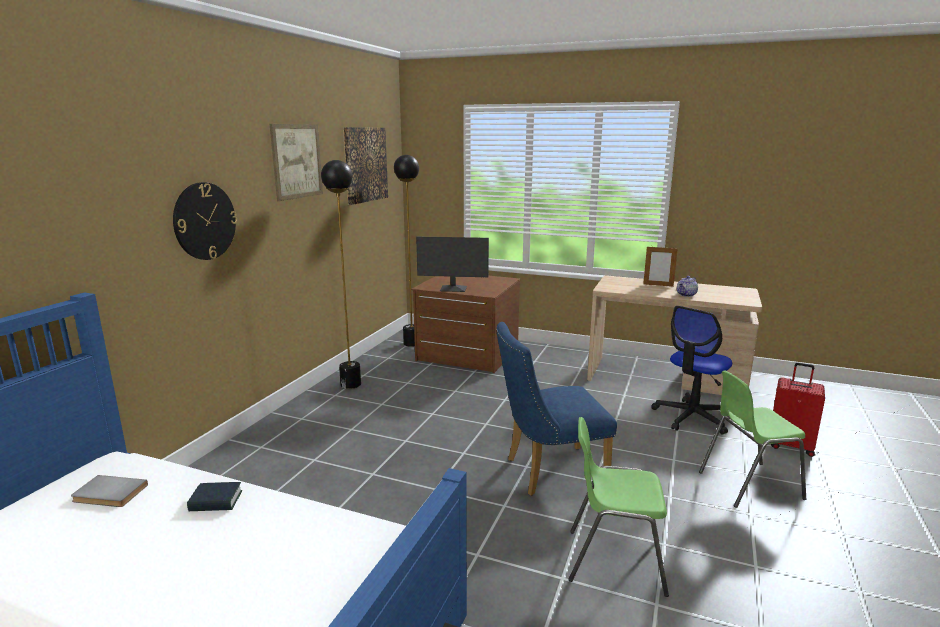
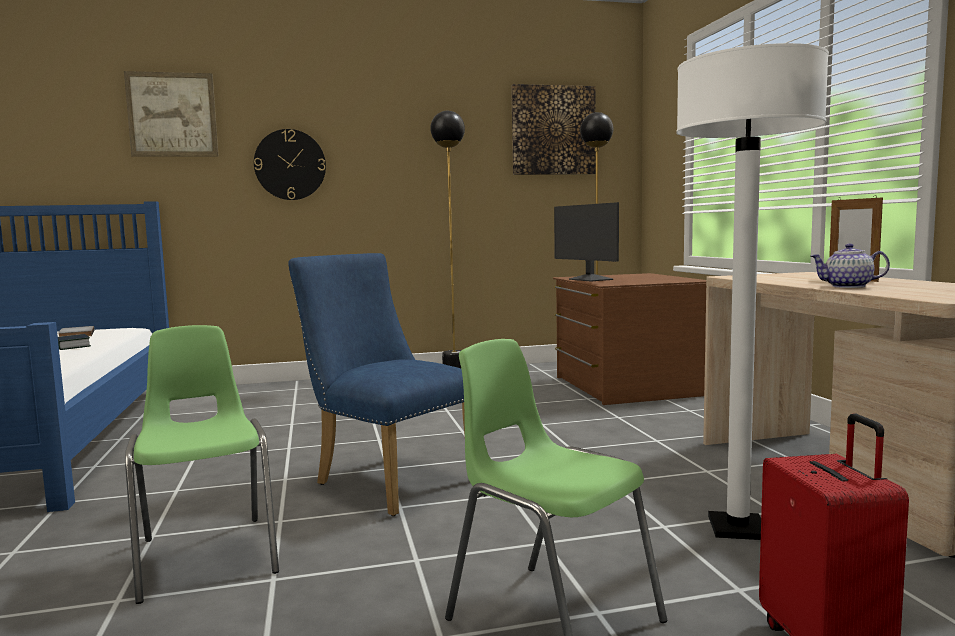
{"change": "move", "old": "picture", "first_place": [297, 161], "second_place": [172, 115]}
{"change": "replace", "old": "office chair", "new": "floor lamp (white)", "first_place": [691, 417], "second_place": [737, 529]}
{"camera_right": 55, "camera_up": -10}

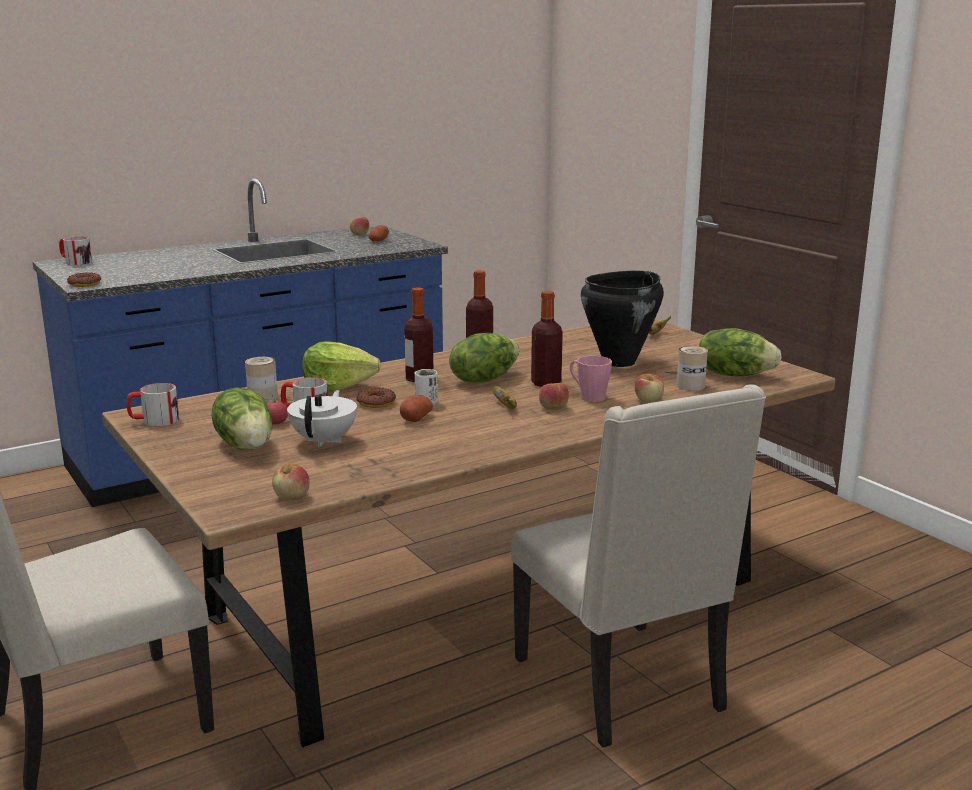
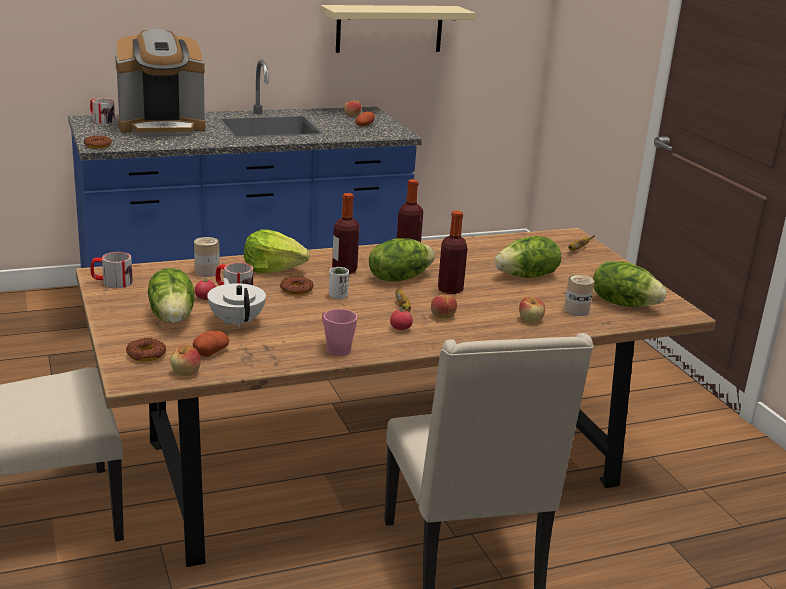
{"change": "insert", "new": "coffee machine", "second_place": [162, 127]}
{"change": "insert", "new": "donut", "second_place": [146, 354]}
{"change": "insert", "new": "shelf (beige)", "second_place": [389, 28]}
{"change": "insert", "new": "tomato", "second_place": [400, 328]}
{"change": "move", "old": "potato", "first_place": [416, 418], "second_place": [211, 352]}
{"change": "move", "old": "mug (pink)", "first_place": [588, 396], "second_place": [335, 348]}
{"change": "replace", "old": "cooking pot (black)", "new": "lettuce", "first_place": [620, 362], "second_place": [527, 276]}
{"change": "rotate", "old": "teapot (white)", "first_place": [325, 441], "second_place": [237, 322], "degrees": -45}
{"camera_right": 10, "camera_up": 5}

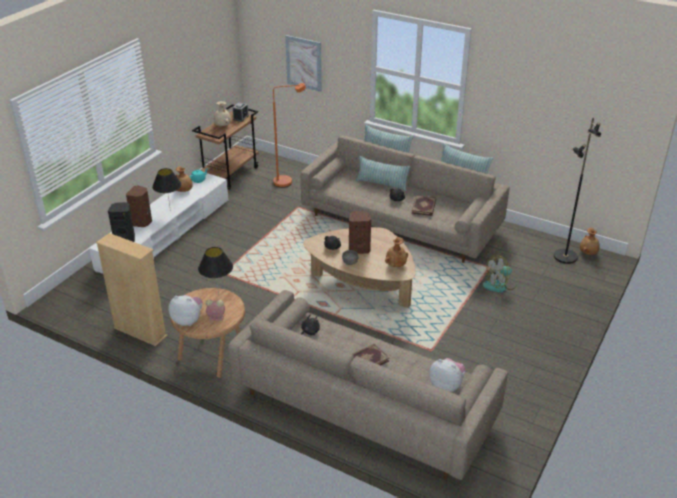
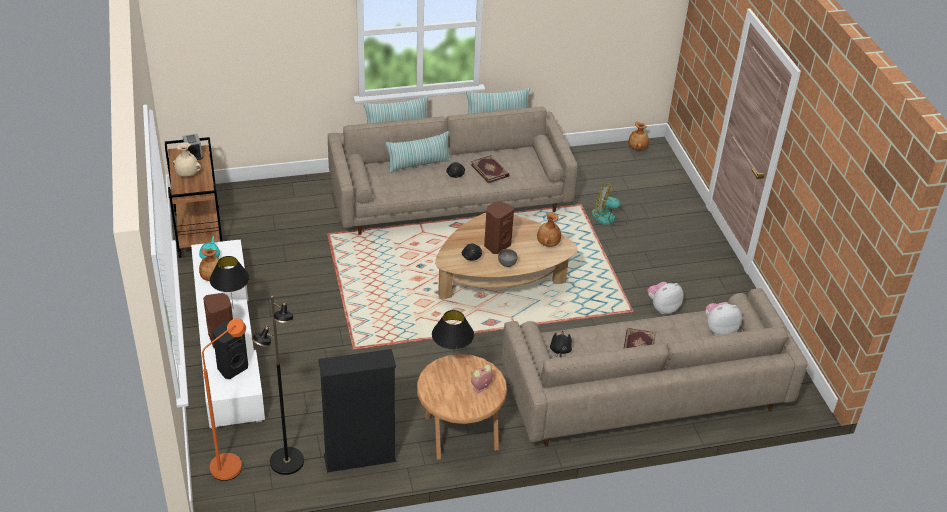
{"change": "delete", "old": "picture", "first_place": [304, 63]}
{"change": "move", "old": "plush toy", "first_place": [188, 320], "second_place": [662, 308]}
{"change": "move", "old": "floor lamp (orange)", "first_place": [288, 182], "second_place": [232, 462]}
{"change": "move", "old": "floor lamp (black)", "first_place": [564, 257], "second_place": [286, 462]}
{"change": "recolor", "old": "bookcase (beige)", "new": "bookcase (black)", "first_place": [140, 332], "second_place": [360, 458]}
{"change": "rotate", "old": "fan", "first_place": [500, 285], "second_place": [609, 218], "degrees": 75}
{"camera_right": -45, "camera_up": 5}

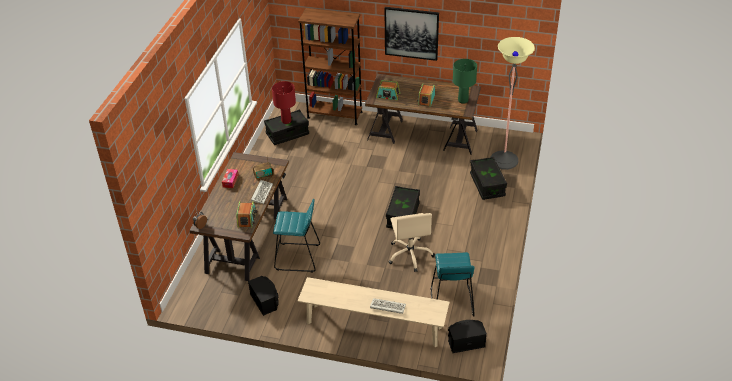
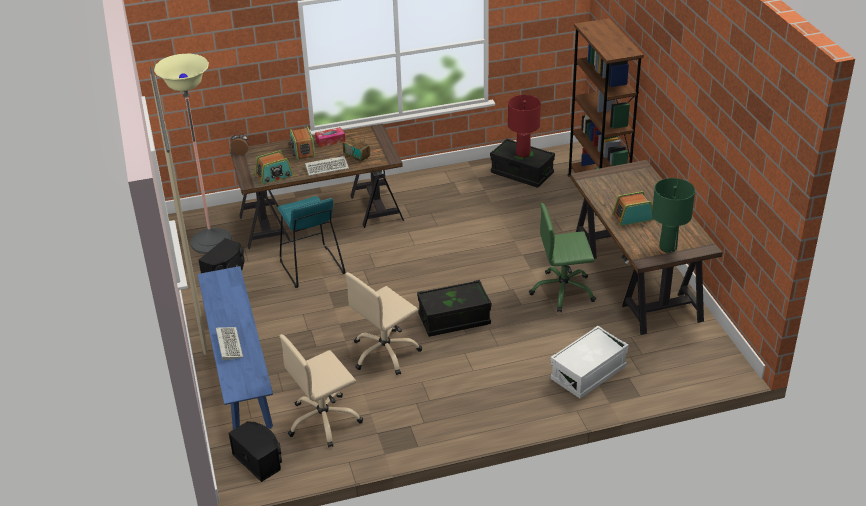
{"change": "delete", "old": "picture", "first_place": [411, 33]}
{"change": "insert", "new": "office chair (green)", "second_place": [563, 291]}
{"change": "move", "old": "radio", "first_place": [388, 95], "second_place": [302, 151]}
{"change": "move", "old": "floor lamp", "first_place": [504, 160], "second_place": [211, 242]}
{"change": "replace", "old": "stool (turquoise)", "new": "office chair (beige)", "first_place": [451, 302], "second_place": [324, 421]}
{"change": "recolor", "old": "bench (beige)", "new": "bench (blue)", "first_place": [373, 325], "second_place": [239, 368]}
{"change": "recolor", "old": "storage box (black)", "new": "storage box (white)", "first_place": [487, 185], "second_place": [588, 373]}
{"camera_right": 60, "camera_up": -5}

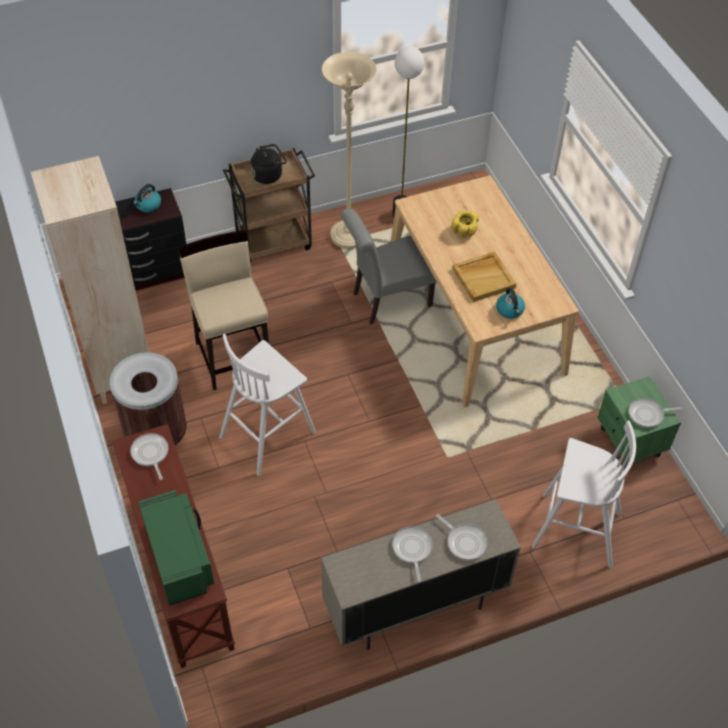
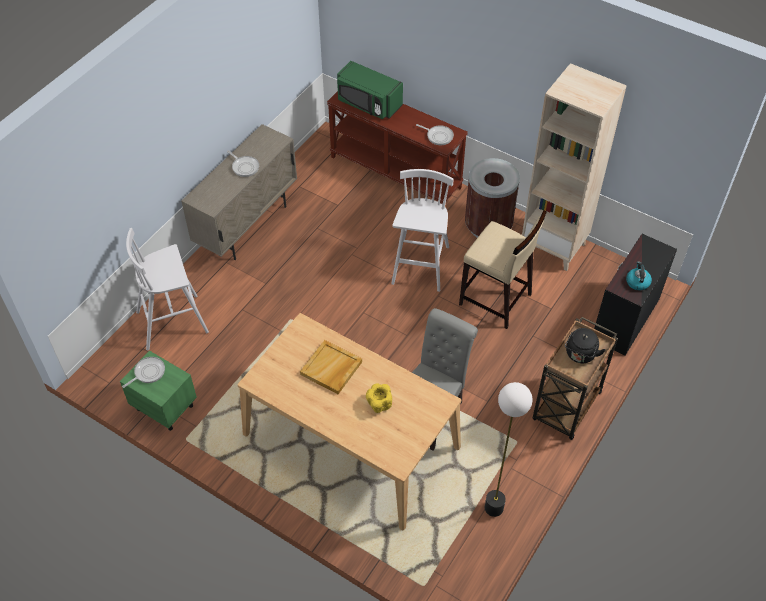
{"change": "delete", "old": "floor lamp (beige)", "first_place": [348, 236]}
{"change": "delete", "old": "frying pan", "first_place": [464, 541]}
{"change": "delete", "old": "kettle", "first_place": [510, 310]}
{"camera_right": 145, "camera_up": 0}

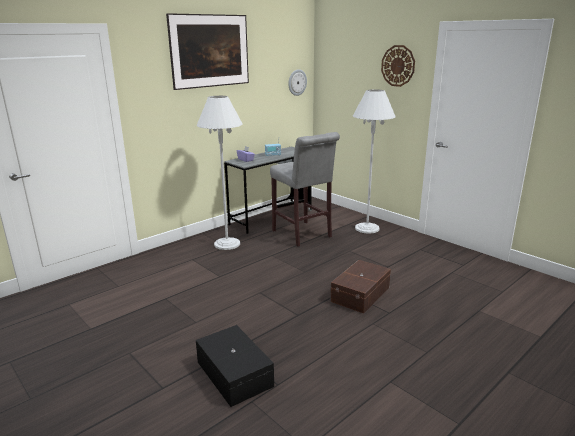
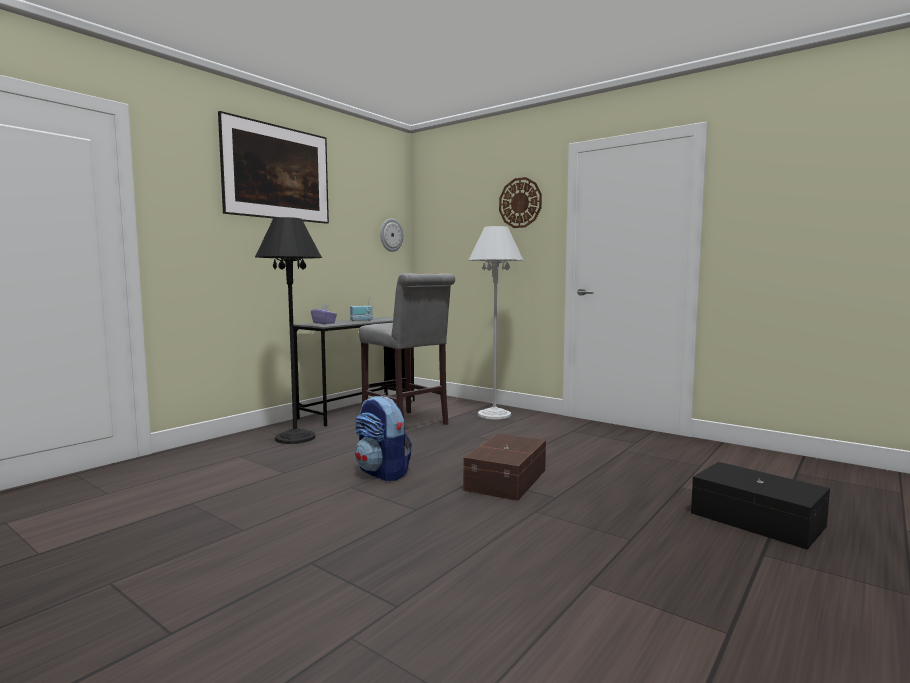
{"change": "insert", "new": "backpack", "second_place": [383, 473]}
{"change": "move", "old": "storage box (black)", "first_place": [235, 373], "second_place": [756, 519]}
{"change": "recolor", "old": "floor lamp (white)", "new": "floor lamp (black)", "first_place": [227, 244], "second_place": [295, 438]}
{"camera_right": -10, "camera_up": -15}

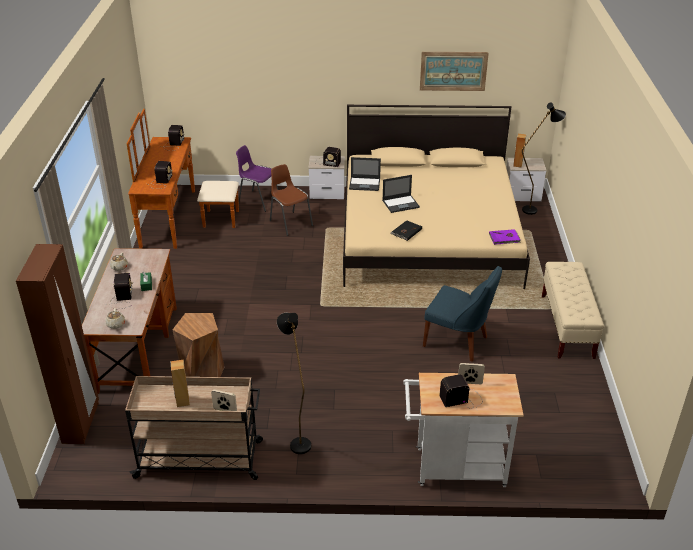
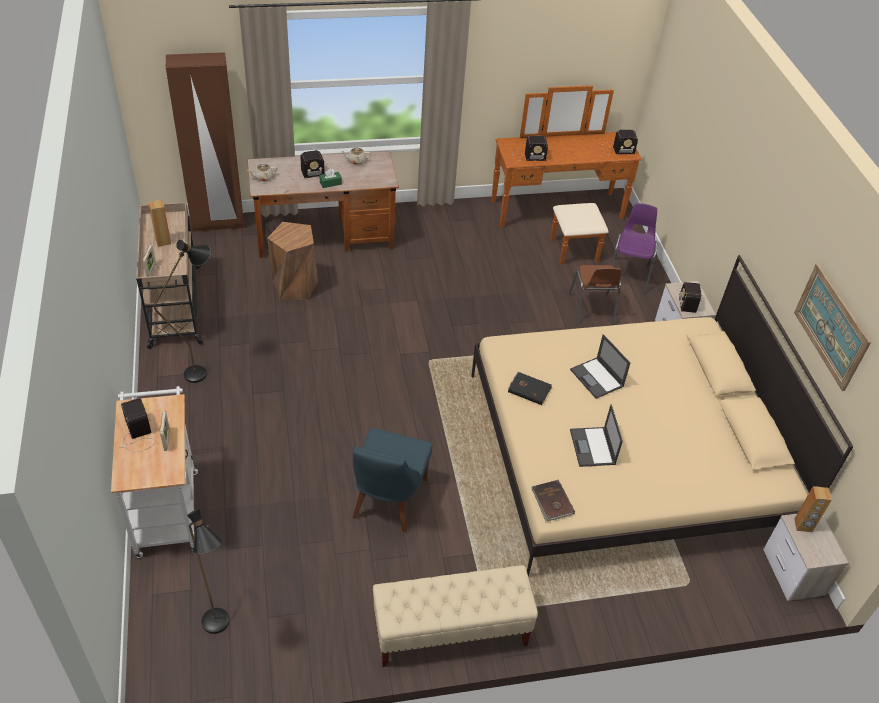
{"change": "move", "old": "laptop", "first_place": [365, 184], "second_place": [593, 447]}
{"change": "move", "old": "floor lamp (black)", "first_place": [534, 209], "second_place": [220, 629]}
{"change": "recolor", "old": "book (purple)", "new": "book (brown)", "first_place": [504, 238], "second_place": [552, 502]}
{"change": "rotate", "old": "chair (brown)", "first_place": [290, 223], "second_place": [591, 310], "degrees": 135}
{"camera_right": 75, "camera_up": 10}

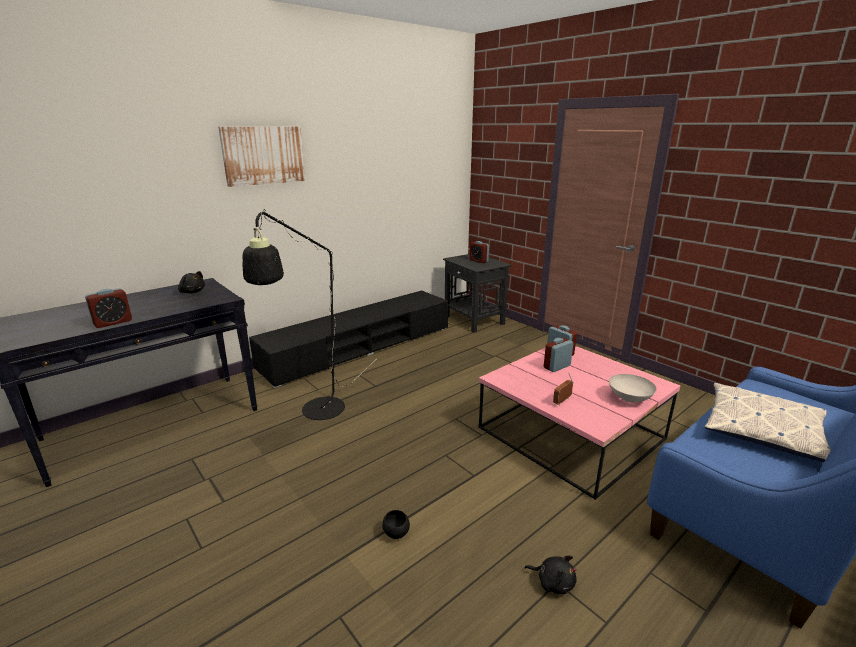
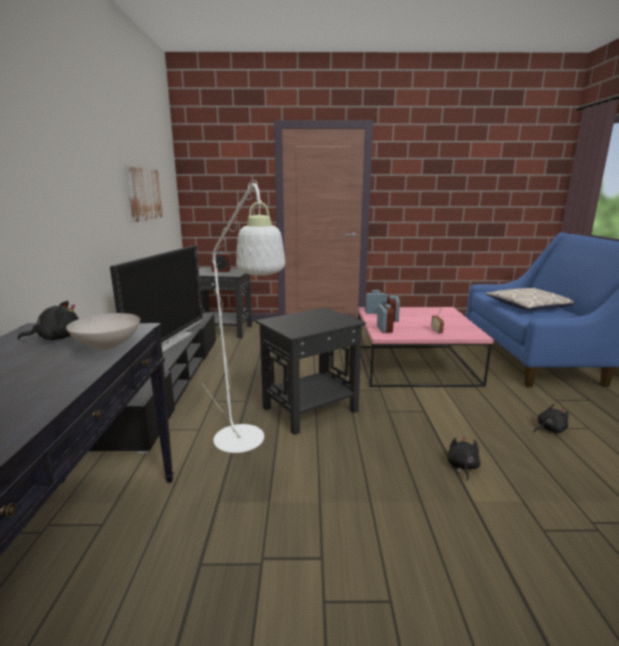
{"change": "insert", "new": "television", "second_place": [166, 344]}
{"change": "insert", "new": "side table (black)", "second_place": [309, 410]}
{"change": "move", "old": "alarm clock", "first_place": [113, 322], "second_place": [384, 329]}
{"change": "move", "old": "picture", "first_place": [263, 155], "second_place": [144, 194]}
{"change": "move", "old": "bowl (white)", "first_place": [630, 398], "second_place": [108, 345]}
{"change": "replace", "old": "bowl (black)", "new": "plush toy (black)", "first_place": [396, 533], "second_place": [462, 467]}
{"change": "recolor", "old": "floor lamp (black)", "new": "floor lamp (white)", "first_place": [317, 414], "second_place": [244, 445]}
{"camera_right": -50, "camera_up": -5}

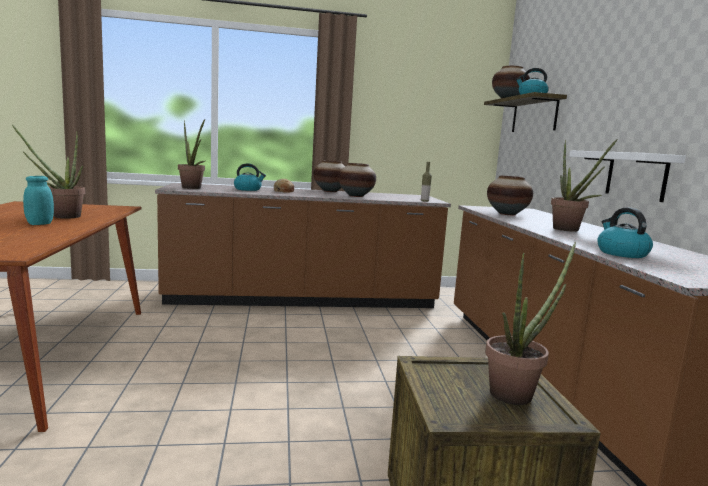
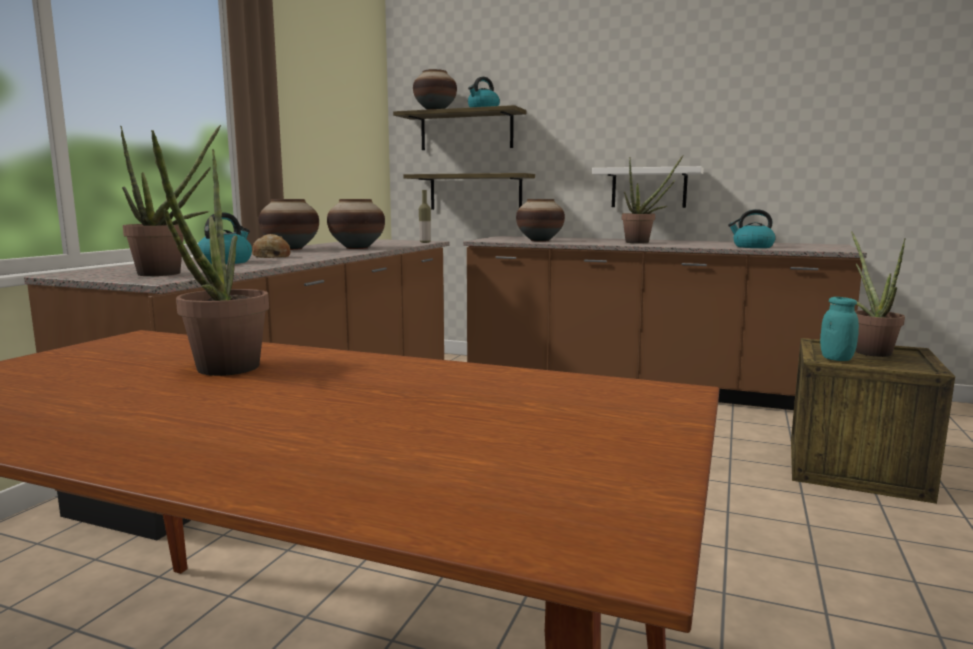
{"change": "insert", "new": "shelf", "second_place": [475, 192]}
{"change": "move", "old": "jar (turquoise)", "first_place": [40, 224], "second_place": [836, 359]}
{"camera_right": -60, "camera_up": 0}

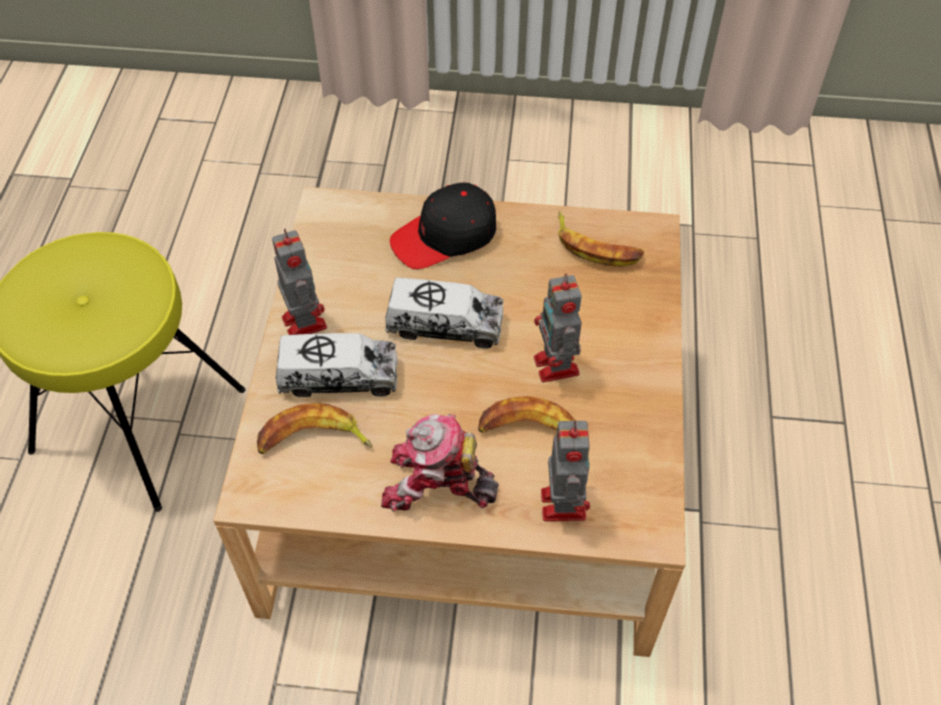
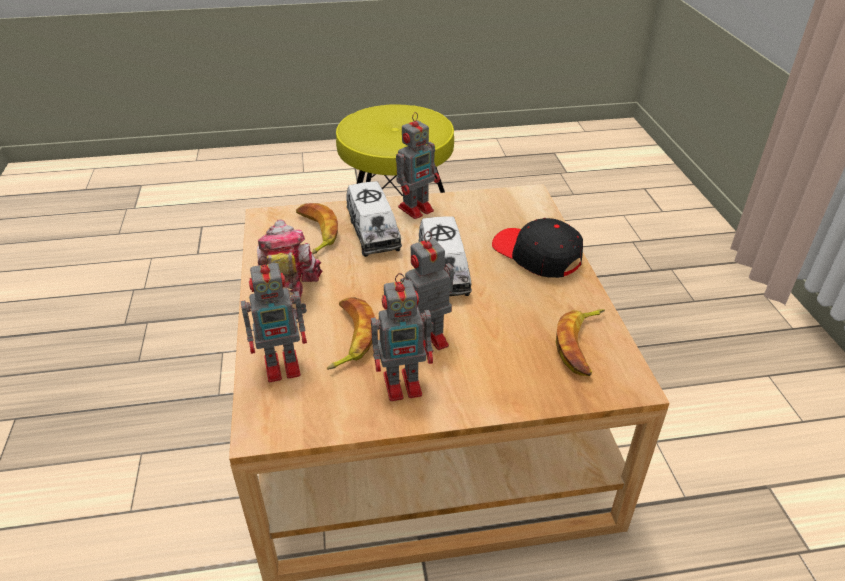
{"change": "insert", "new": "toy robot", "second_place": [405, 384]}
{"camera_right": 75, "camera_up": -15}

